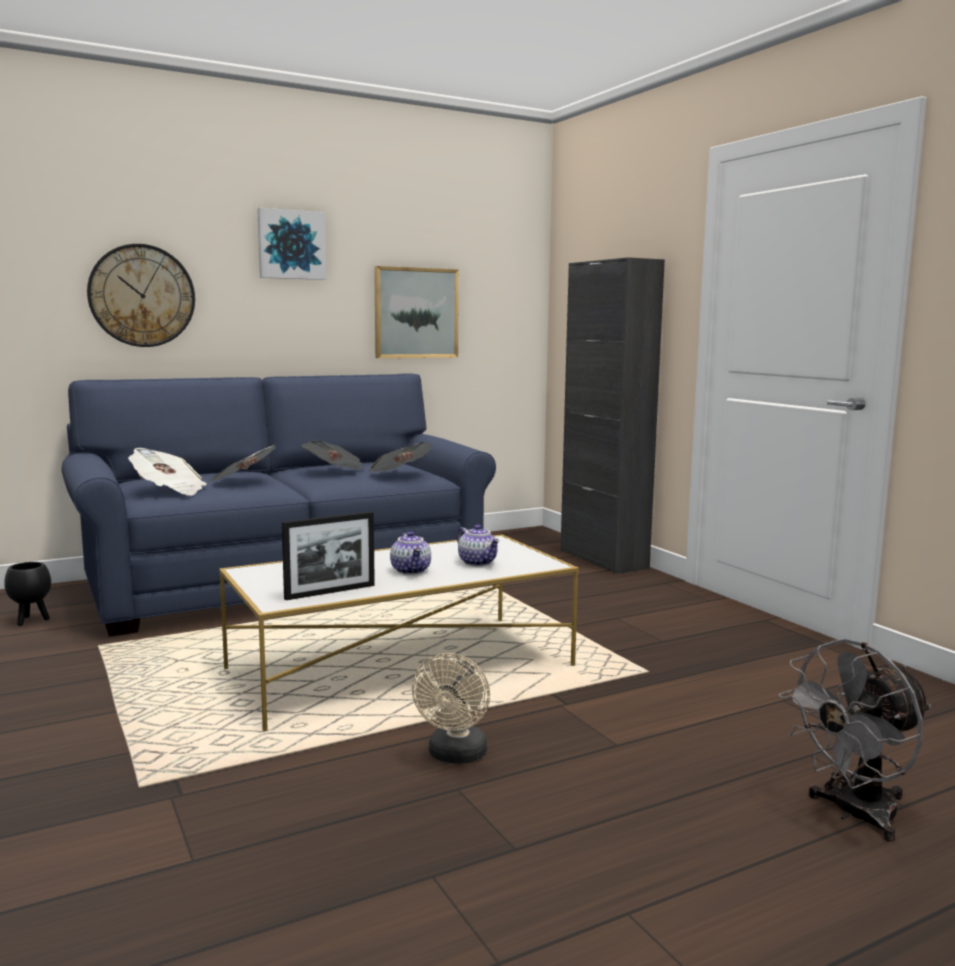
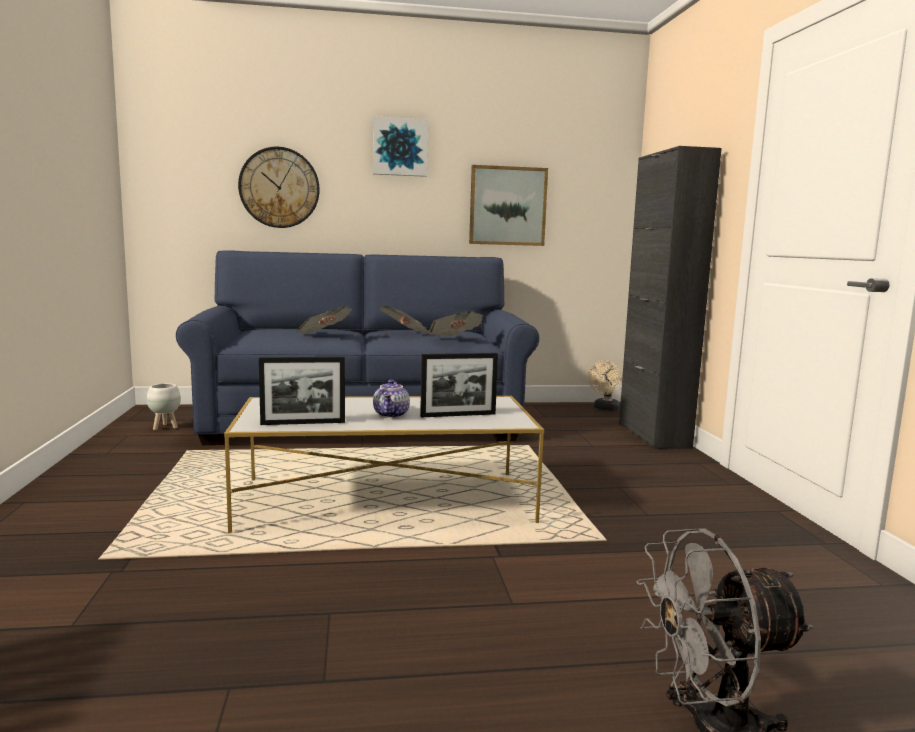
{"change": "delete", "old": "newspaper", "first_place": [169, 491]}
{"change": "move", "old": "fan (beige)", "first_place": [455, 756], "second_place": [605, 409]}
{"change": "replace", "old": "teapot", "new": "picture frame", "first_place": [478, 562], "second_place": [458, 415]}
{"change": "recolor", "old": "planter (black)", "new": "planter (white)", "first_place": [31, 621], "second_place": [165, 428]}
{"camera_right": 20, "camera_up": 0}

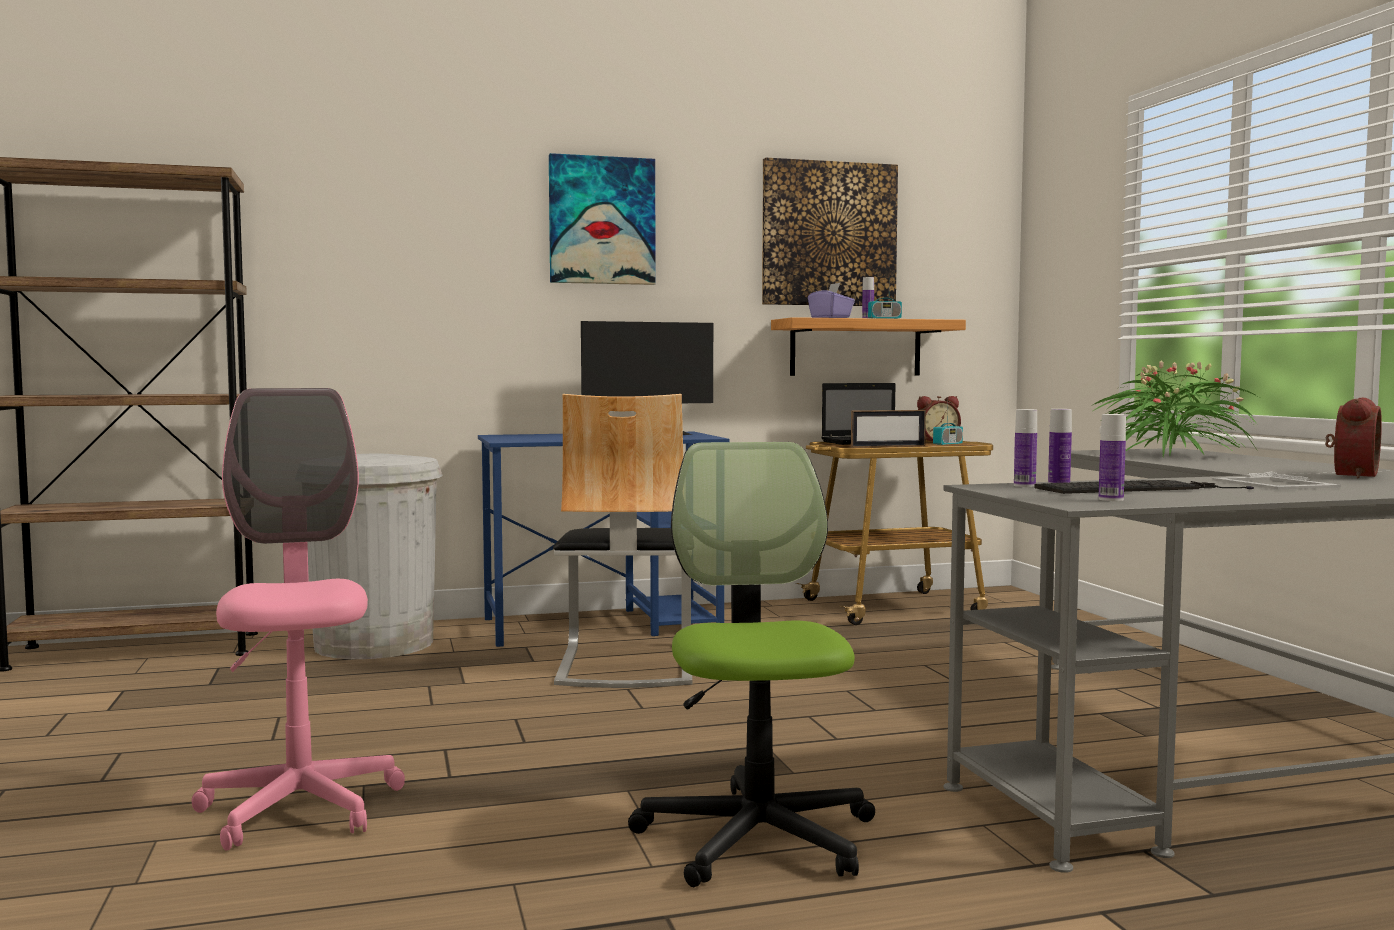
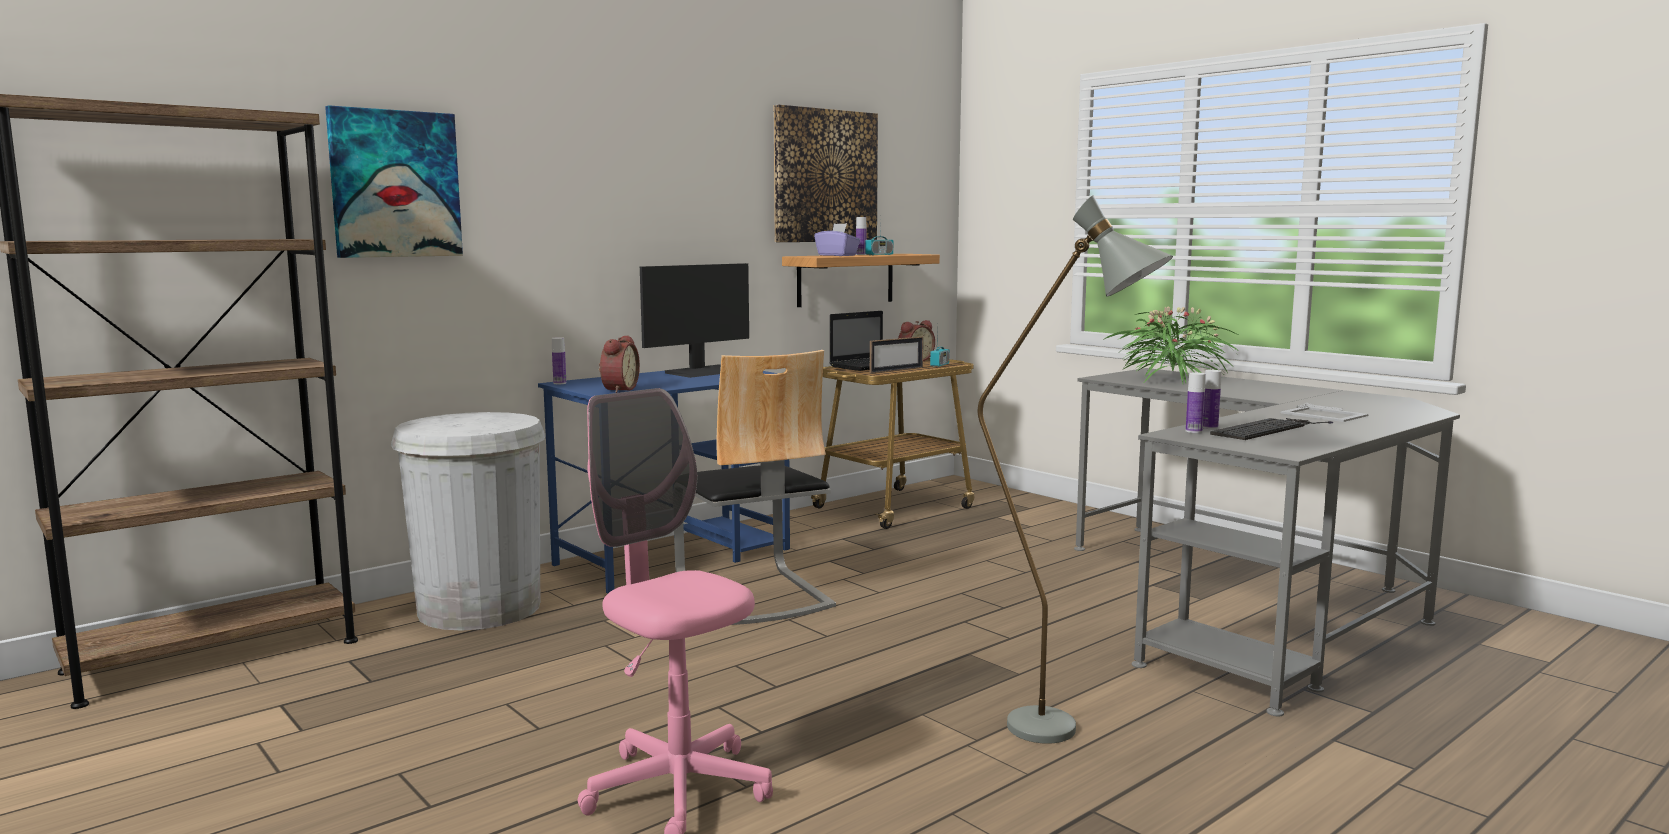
{"change": "move", "old": "picture", "first_place": [602, 221], "second_place": [395, 184]}
{"change": "move", "old": "bottle", "first_place": [1111, 499], "second_place": [559, 383]}
{"change": "move", "old": "alarm clock", "first_place": [1350, 475], "second_place": [617, 390]}
{"change": "replace", "old": "office chair", "new": "floor lamp (grey)", "first_place": [757, 837], "second_place": [1067, 733]}
{"camera_right": -25, "camera_up": 5}

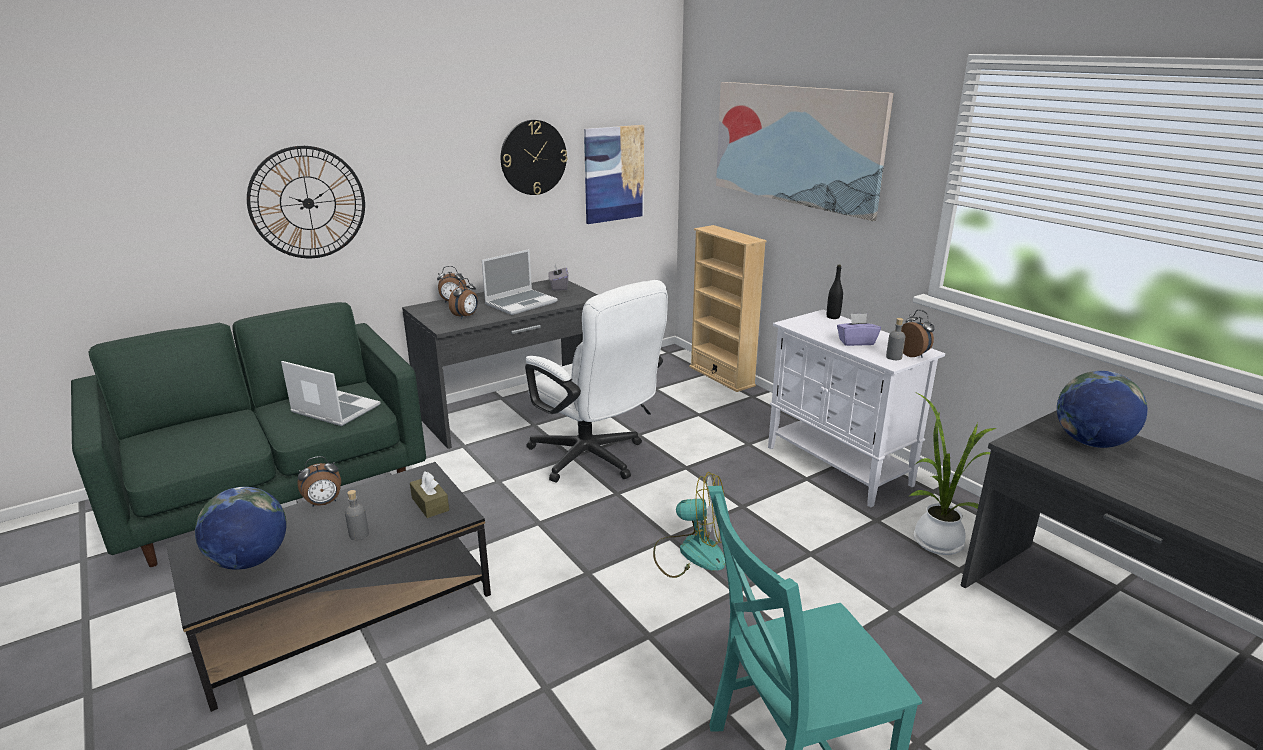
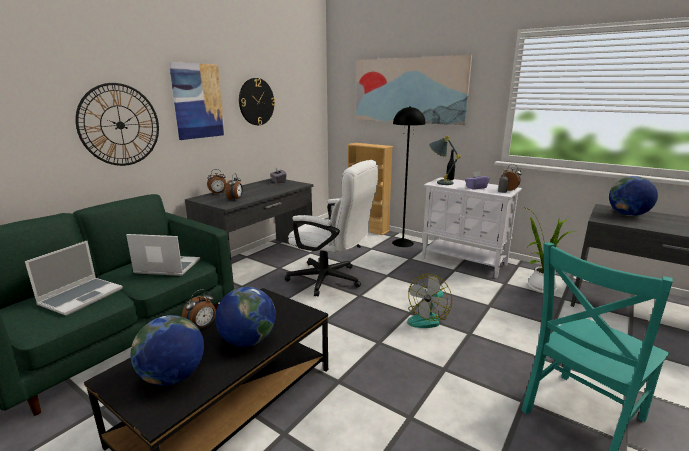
{"change": "delete", "old": "tissue box (brown)", "first_place": [430, 504]}
{"change": "insert", "new": "floor lamp (black)", "second_place": [402, 243]}
{"change": "insert", "new": "table lamp (grey)", "second_place": [439, 182]}
{"change": "move", "old": "laptop", "first_place": [521, 303], "second_place": [81, 296]}
{"change": "move", "old": "picture", "first_place": [614, 174], "second_place": [198, 101]}
{"change": "replace", "old": "bottle (grey)", "new": "globe", "first_place": [359, 534], "second_place": [248, 341]}
{"change": "rotate", "old": "fan", "first_place": [690, 552], "second_place": [427, 318], "degrees": 135}
{"camera_right": -20, "camera_up": -5}

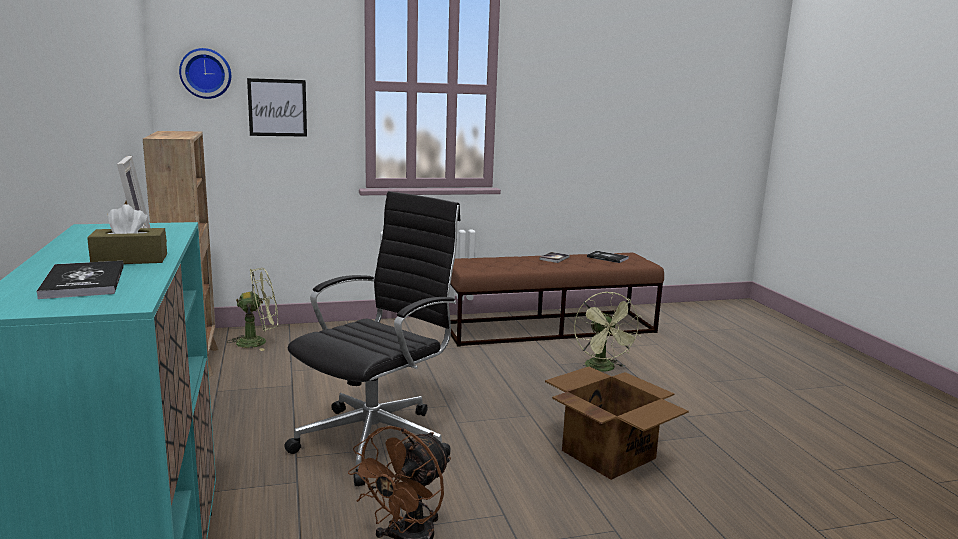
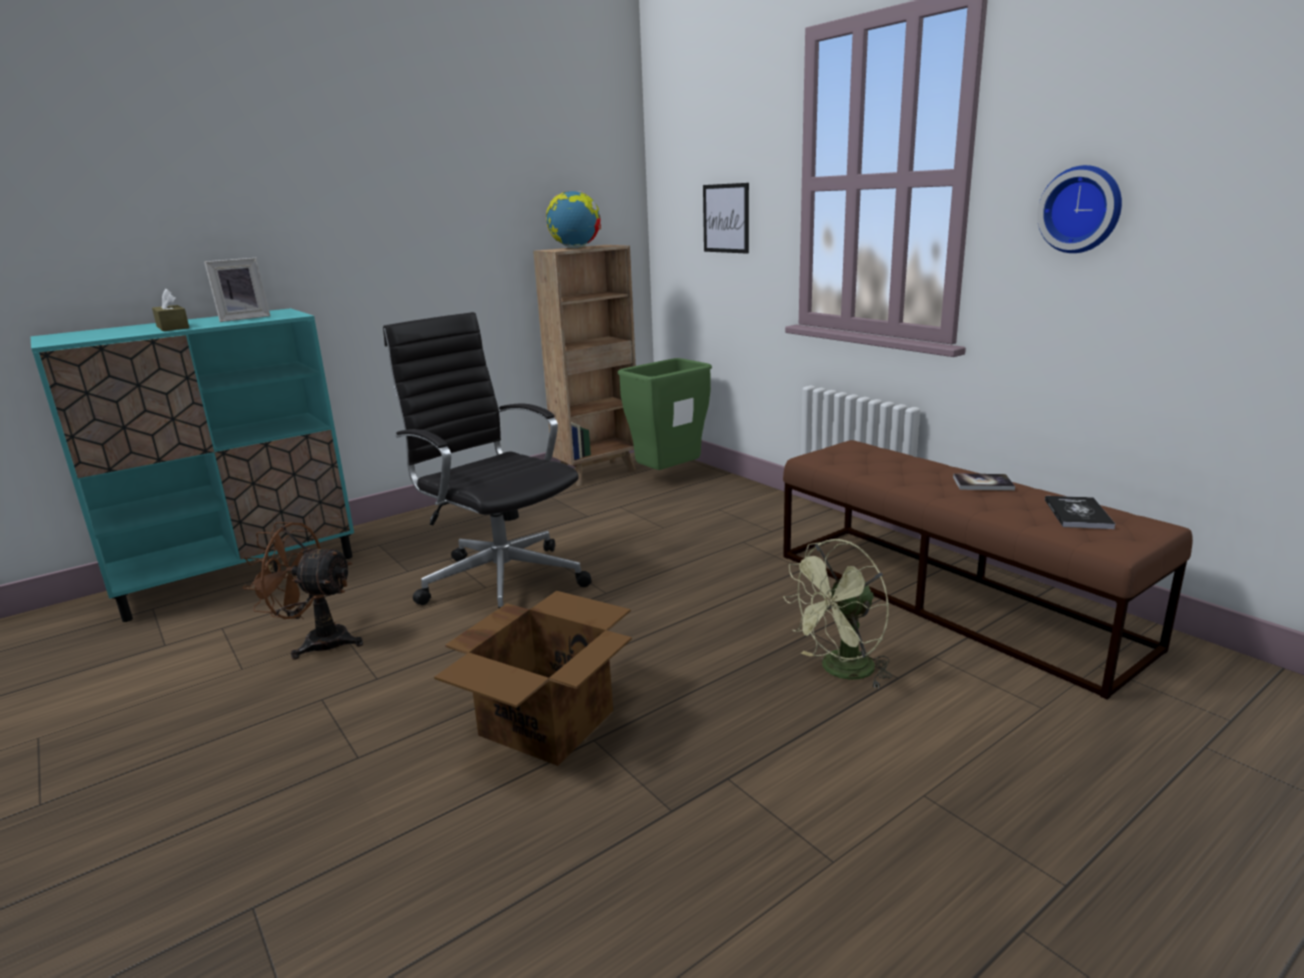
{"change": "delete", "old": "book", "first_place": [84, 282]}
{"change": "insert", "new": "globe", "second_place": [575, 248]}
{"change": "move", "old": "wall clock", "first_place": [206, 73], "second_place": [1081, 209]}
{"change": "replace", "old": "fan (green)", "new": "trash can (green)", "first_place": [258, 342], "second_place": [669, 477]}
{"change": "rotate", "old": "office chair (black)", "first_place": [377, 439], "second_place": [501, 580], "degrees": -150}
{"camera_right": 70, "camera_up": 5}

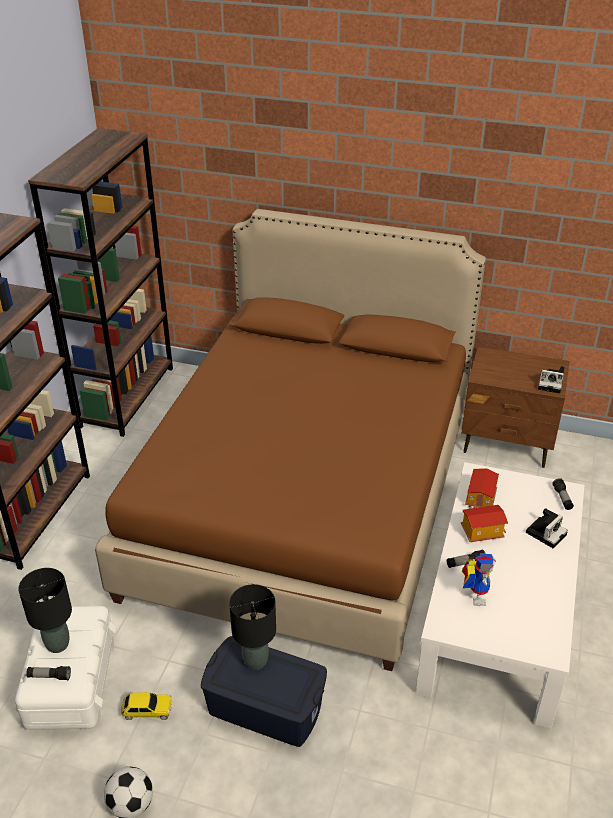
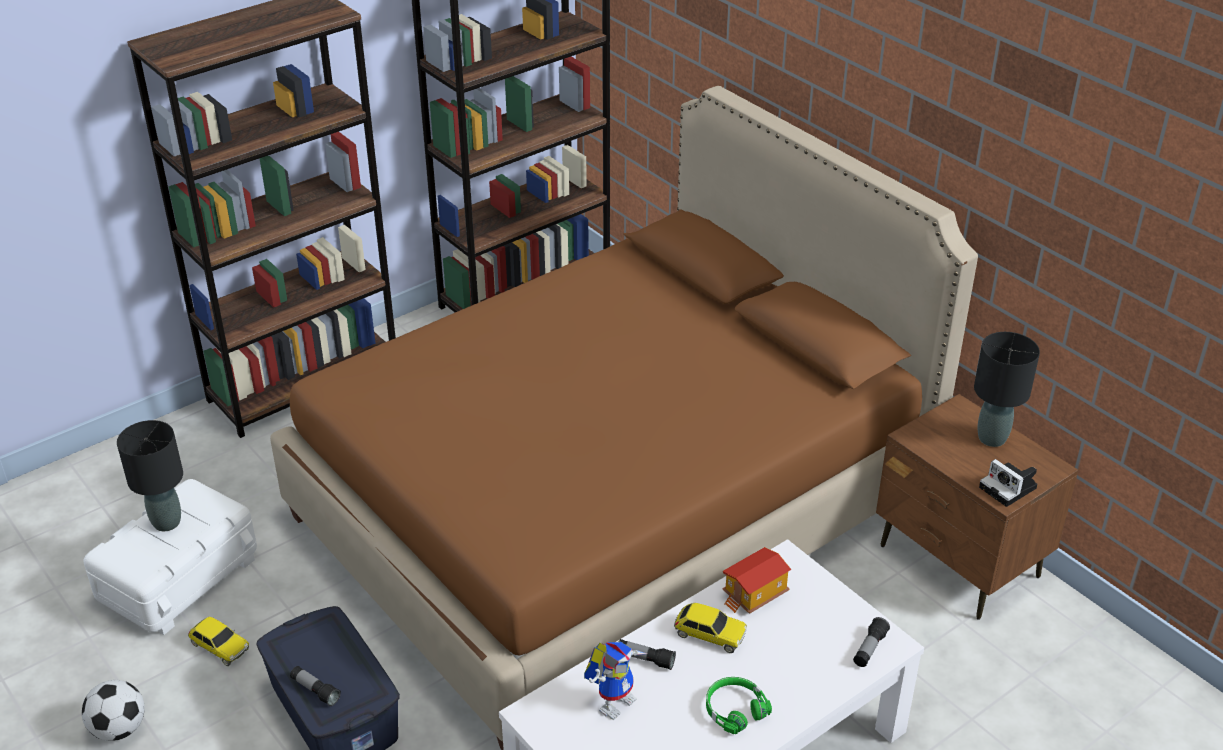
{"change": "delete", "old": "photo camera", "first_place": [546, 532]}
{"change": "insert", "new": "headphones (green)", "second_place": [734, 709]}
{"change": "move", "old": "flashlight", "first_place": [49, 676], "second_place": [315, 690]}
{"change": "move", "old": "table lamp (black)", "first_place": [256, 661], "second_place": [992, 438]}
{"change": "replace", "old": "toy house", "new": "toy car", "first_place": [482, 532], "second_place": [709, 634]}
{"camera_right": 35, "camera_up": 0}

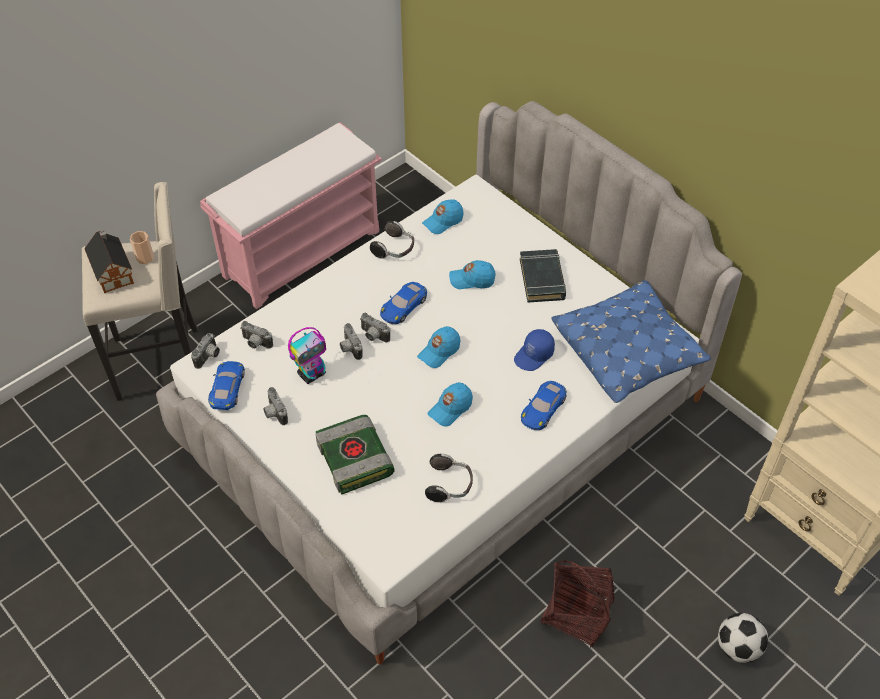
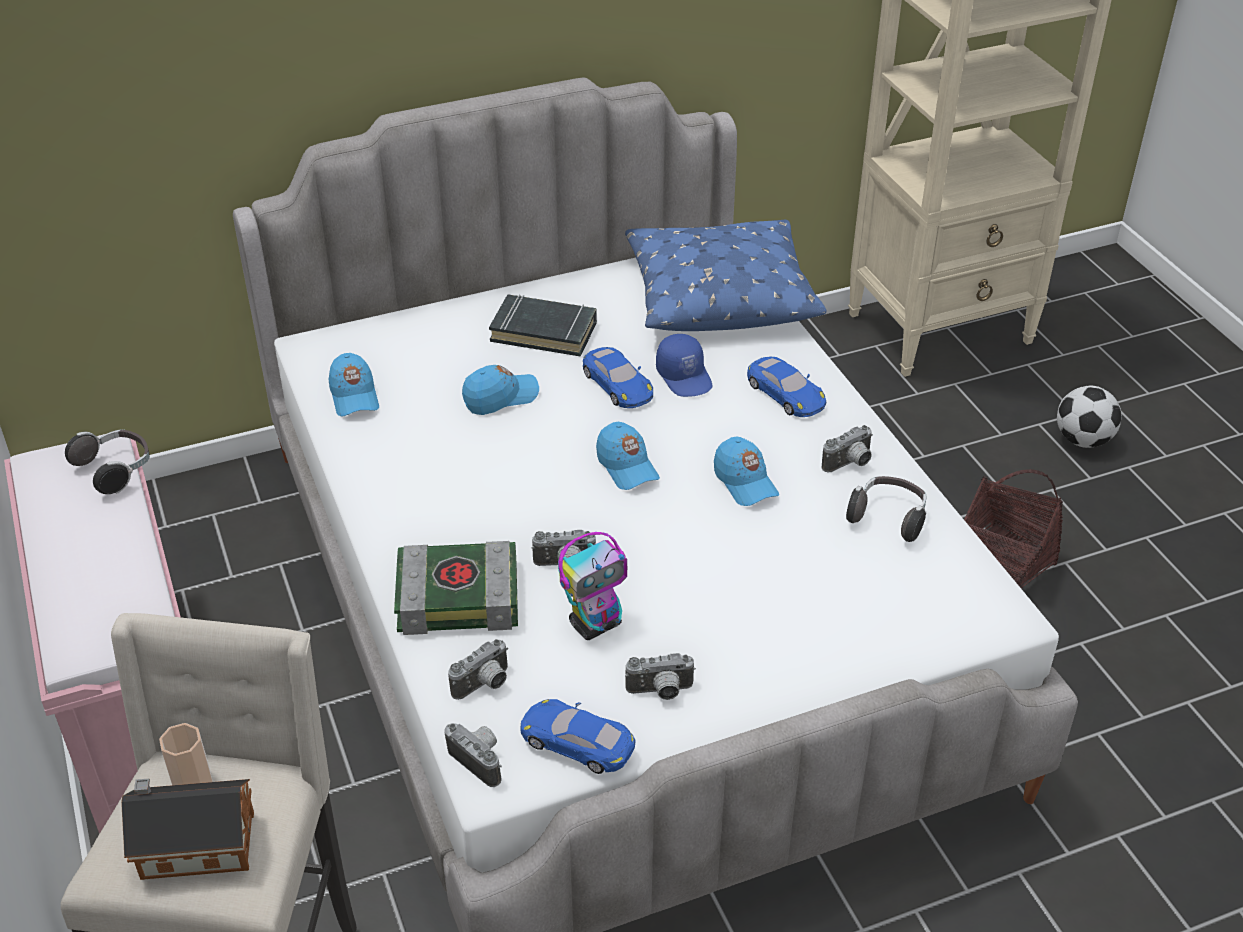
{"change": "move", "old": "book", "first_place": [356, 459], "second_place": [460, 596]}
{"change": "move", "old": "photo camera", "first_place": [373, 336], "second_place": [850, 464]}
{"change": "move", "old": "headphones", "first_place": [394, 249], "second_place": [116, 470]}
{"change": "move", "old": "toy car (blue)", "first_place": [403, 306], "second_place": [617, 384]}
{"change": "rotate", "old": "toy robot", "first_place": [312, 374], "second_place": [596, 624], "degrees": 75}
{"change": "rotate", "old": "cap (blue)", "first_place": [472, 280], "second_place": [500, 397], "degrees": -135}
{"camera_right": -70, "camera_up": -10}

